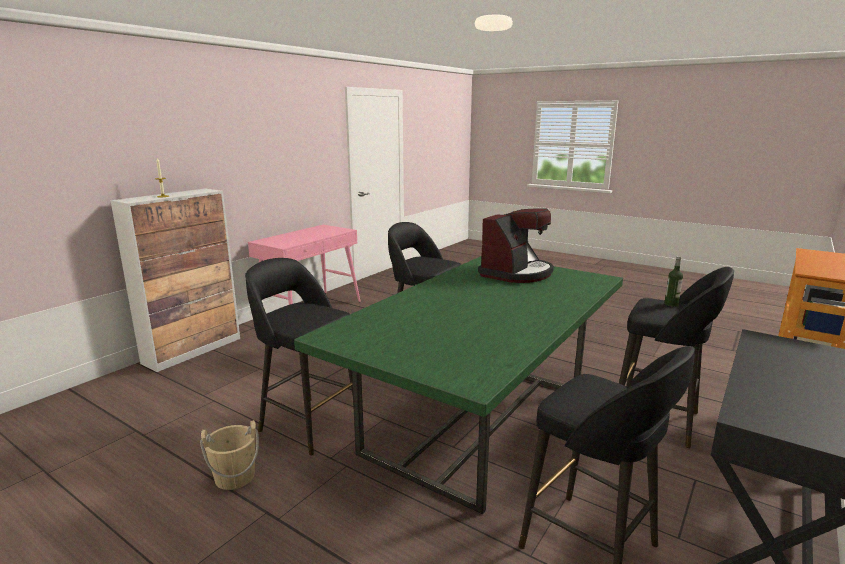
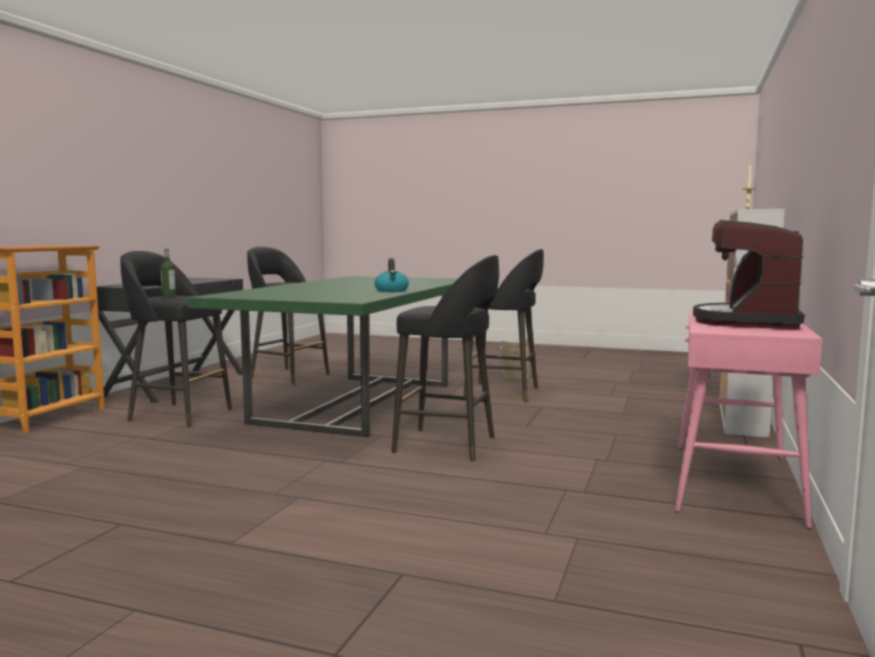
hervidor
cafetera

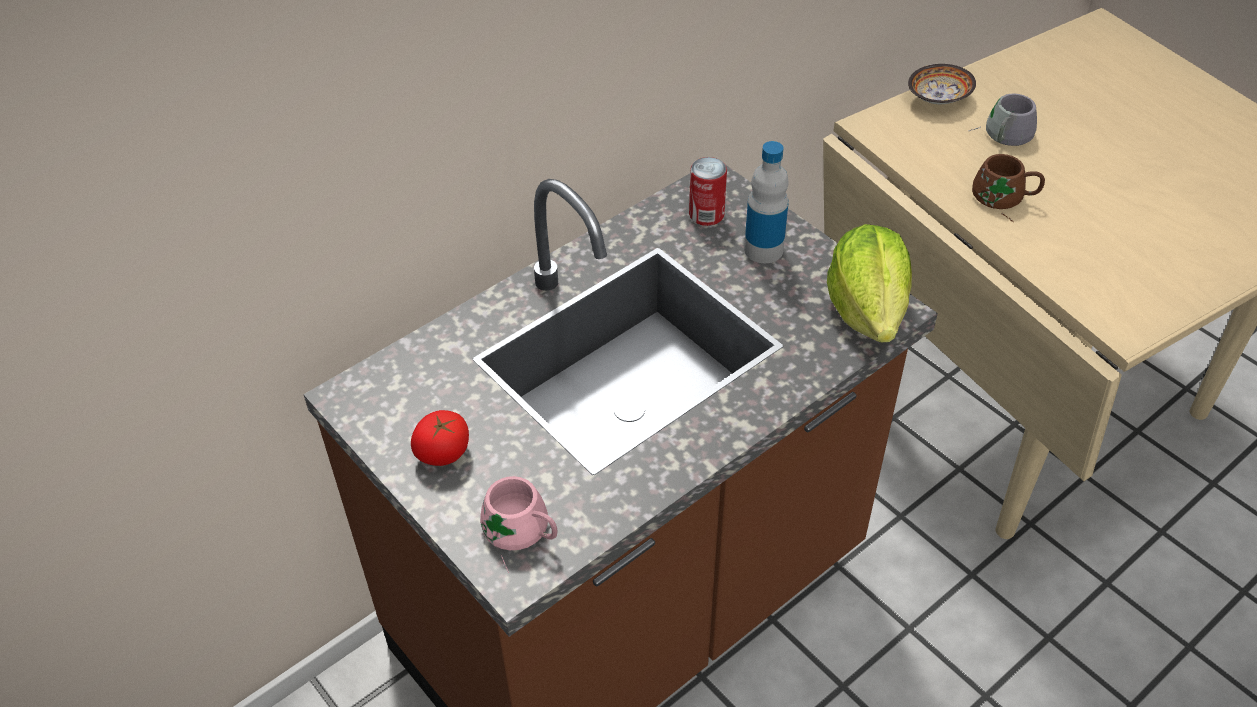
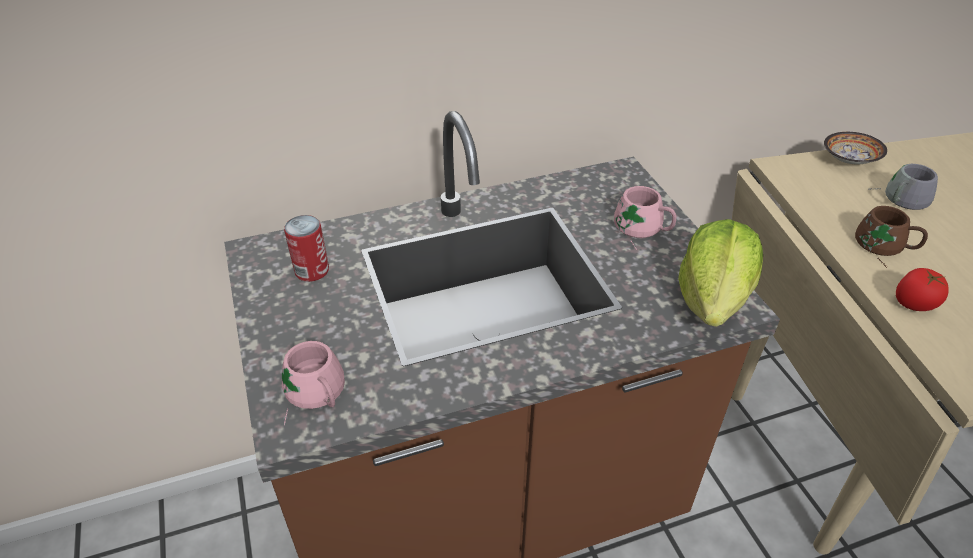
tomate
lata
taza grande [rosa] (2nd from left)

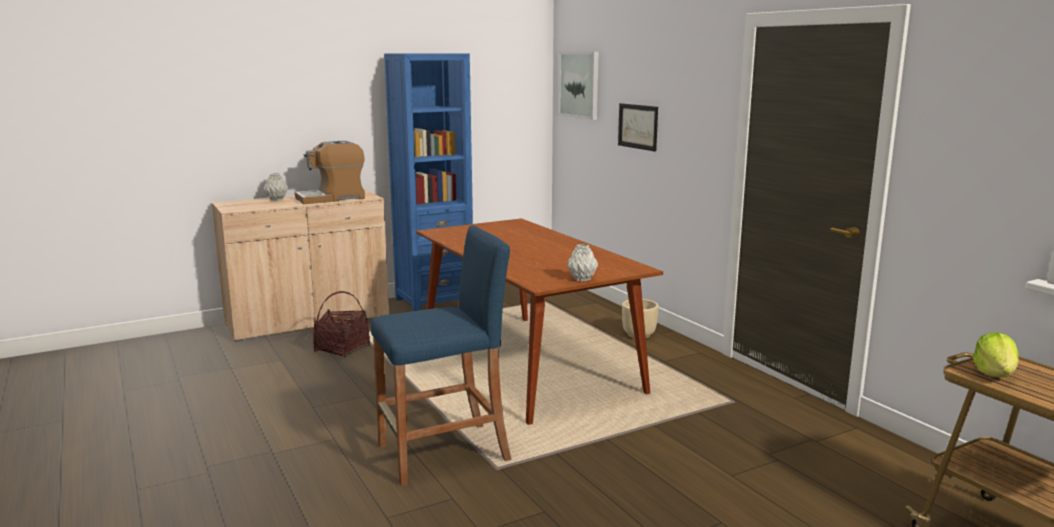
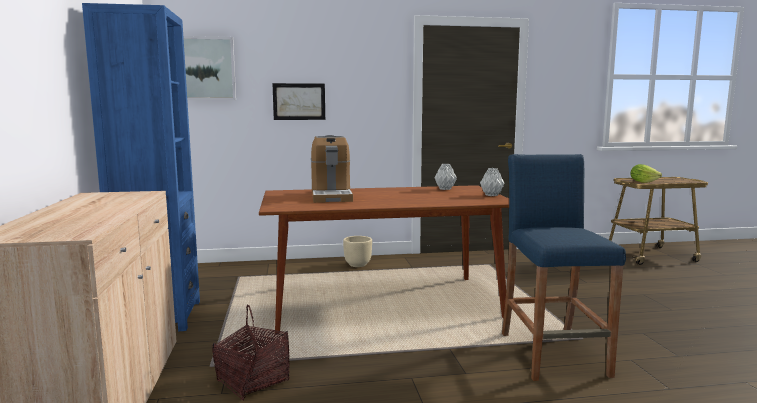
florero [gris] (1st from left)
cafetera

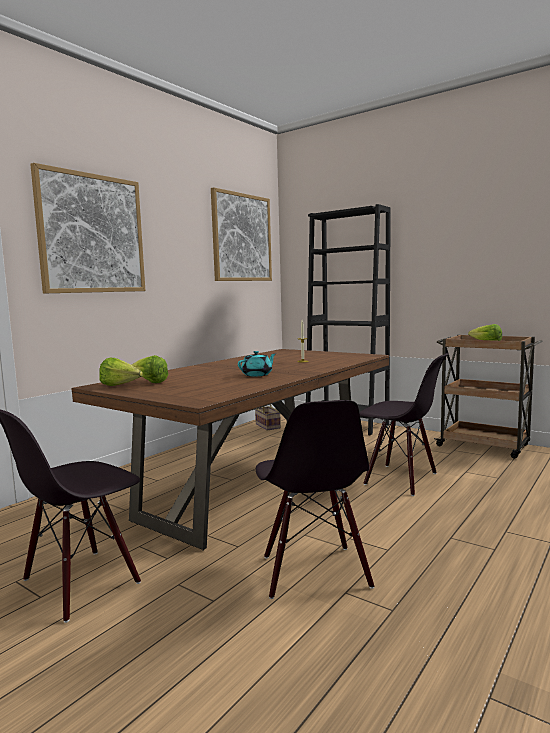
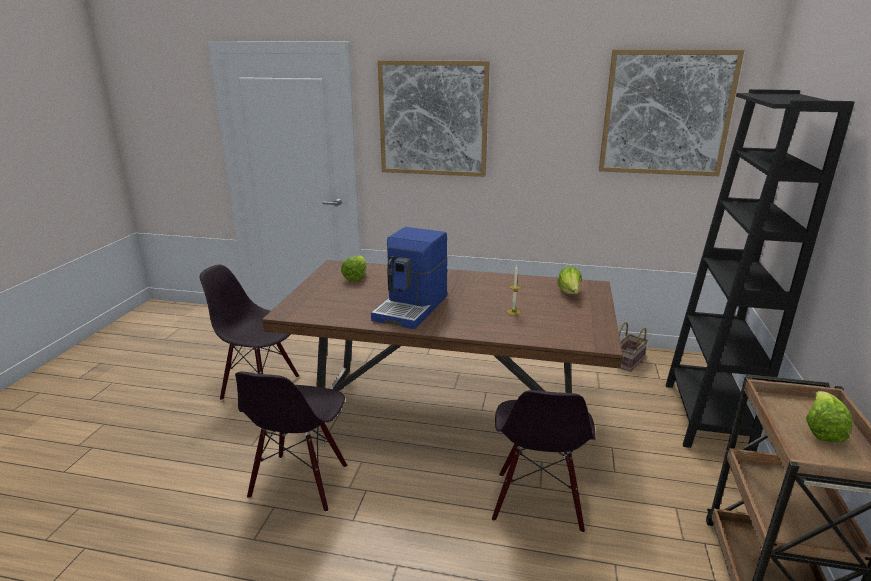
lechuga (2nd from left)
cafetera
silla [negro] (2nd from left)

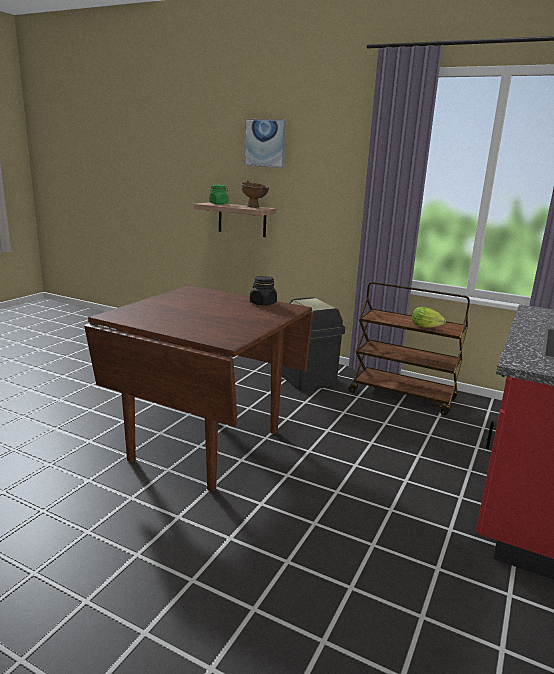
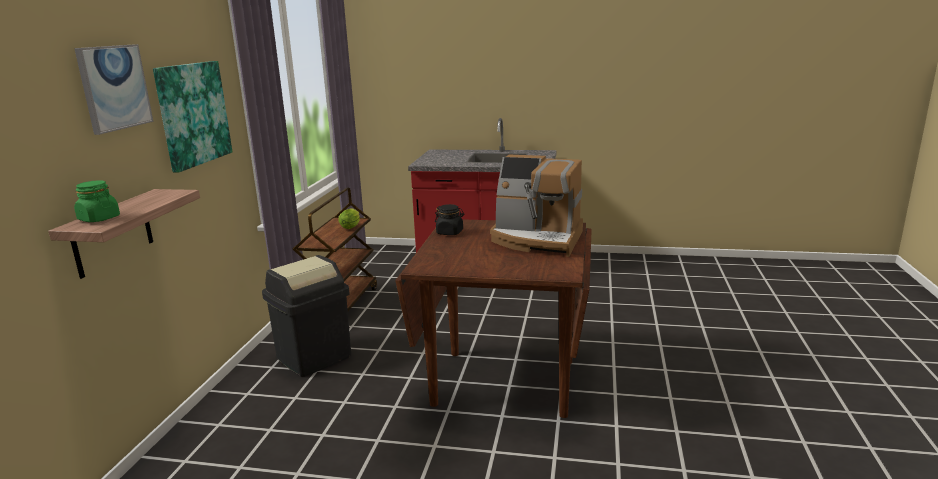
cuenco [marrón]
cuadro (2nd from left)
cafetera

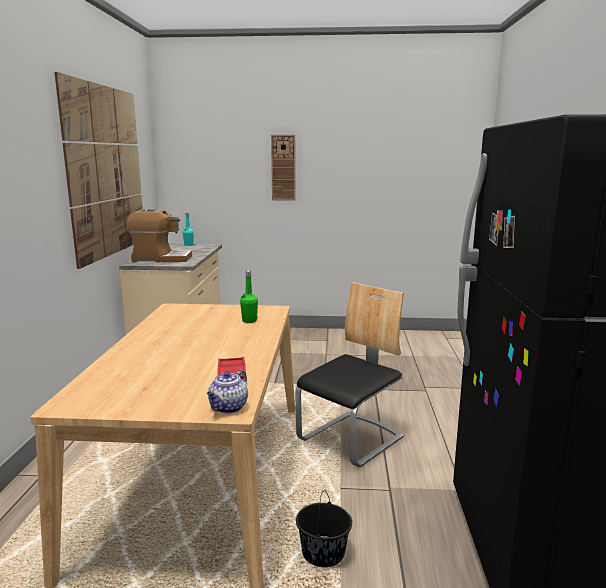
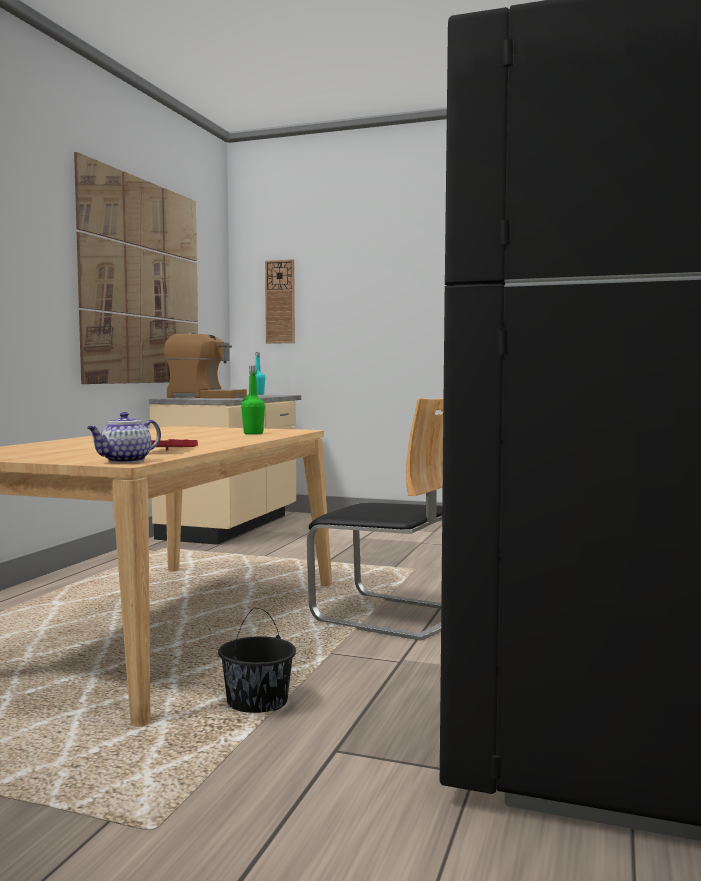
reloj de pared
silla

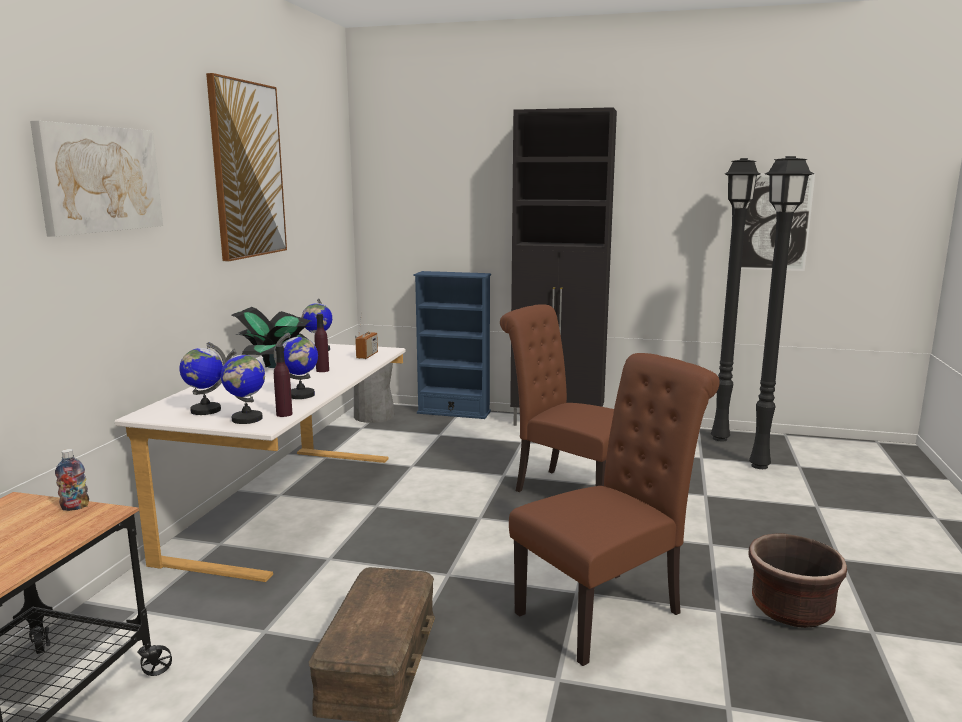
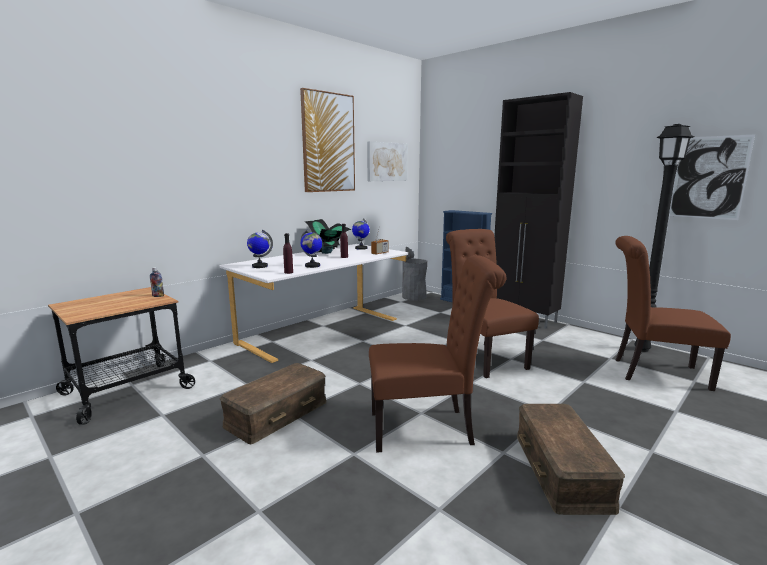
globo terráqueo (2nd from left in the first image)
cuadro (2nd from left)
silla [marrón] (3rd from left)
caja de almacenaje [marrón] (2nd from left)

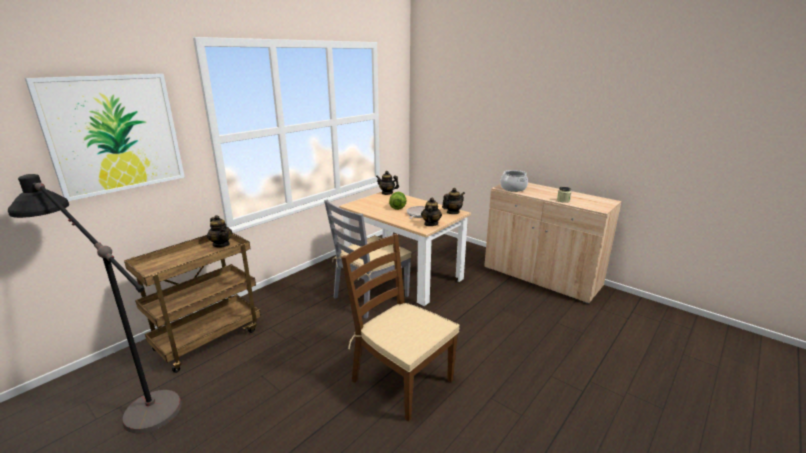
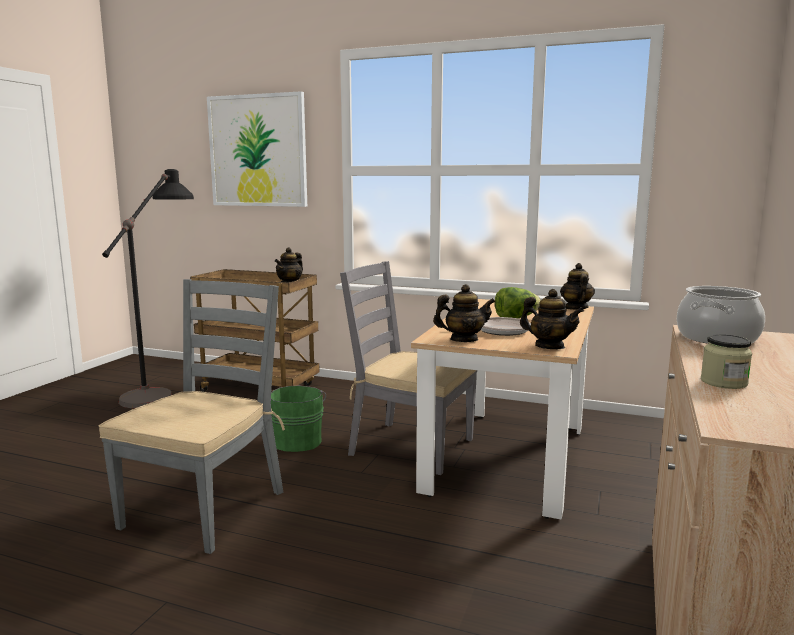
cubo [verde]
silla [gris] (1st from left)

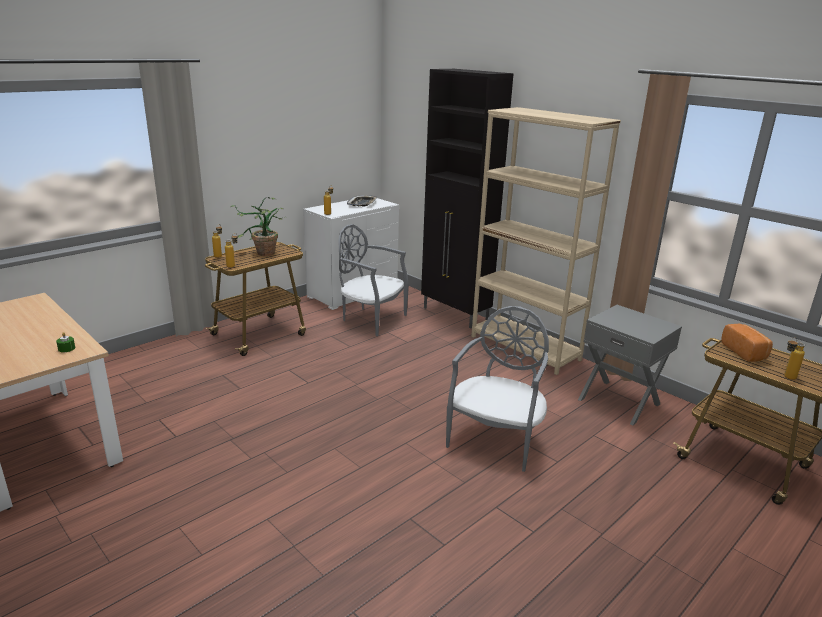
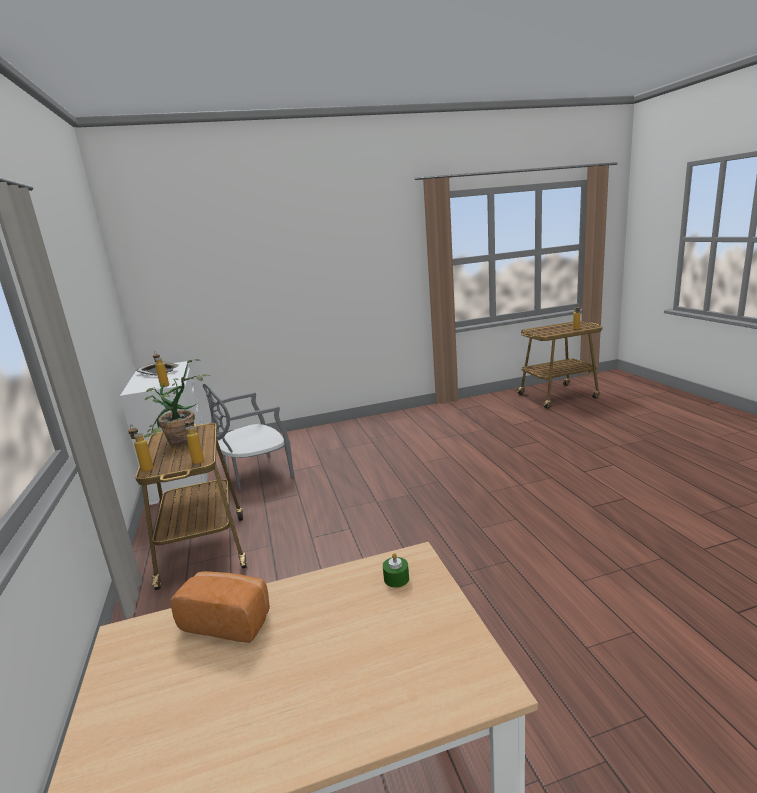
armario [negro]
silla [gris] (2nd from left in the first image)
estantería [beis]
mesita de noche [gris]
pan

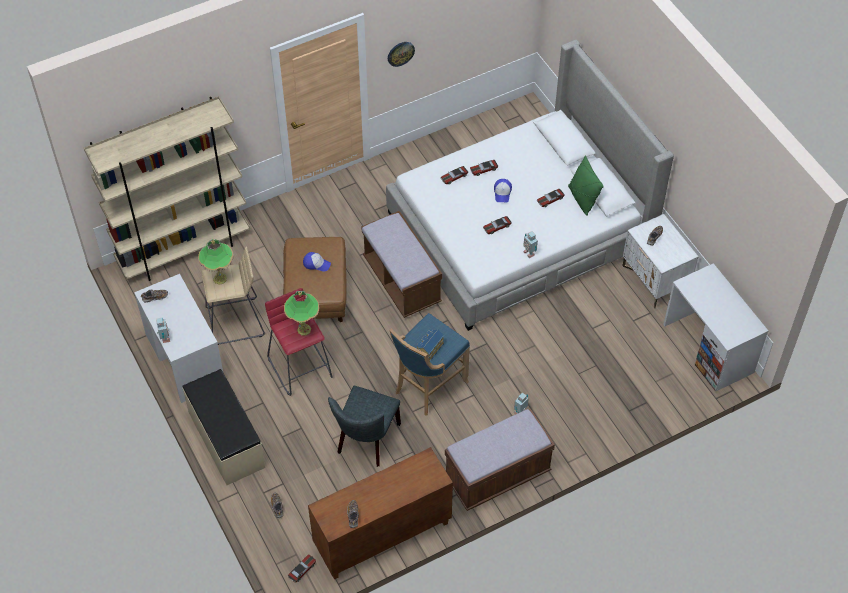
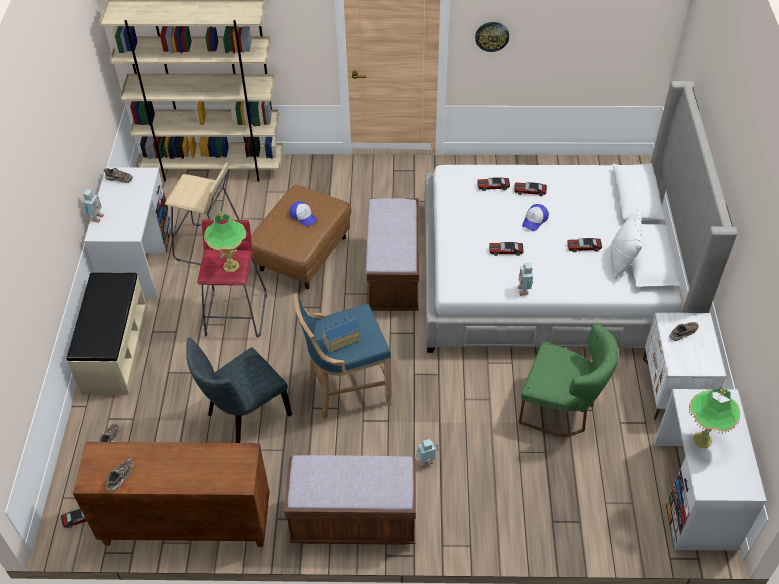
silla [verde]
lámpara de mesa (2nd from left)
cojín [blanco]

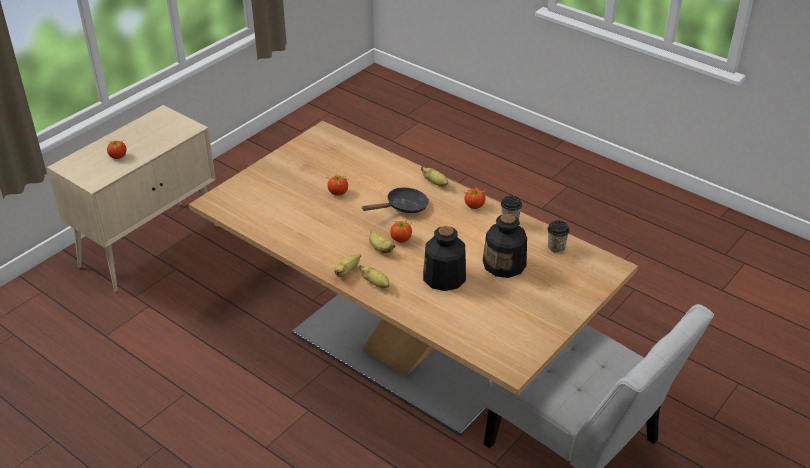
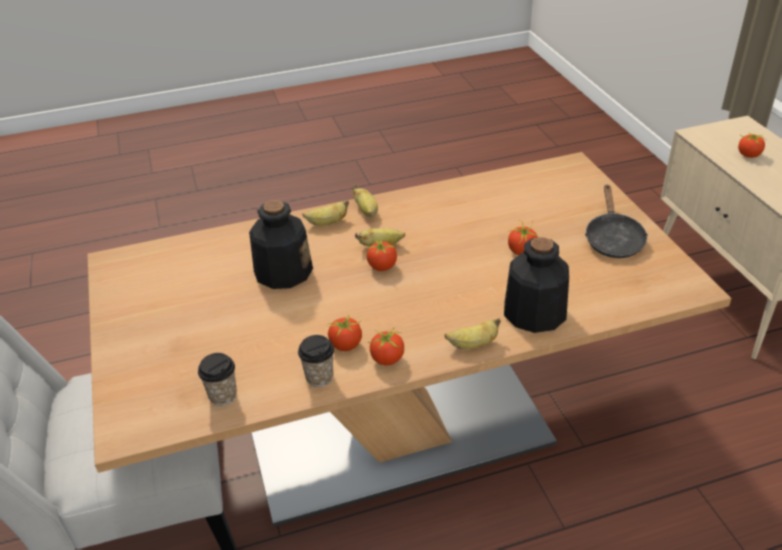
tomate (1st from left)
sartén [negro]
botella (2nd from left)

